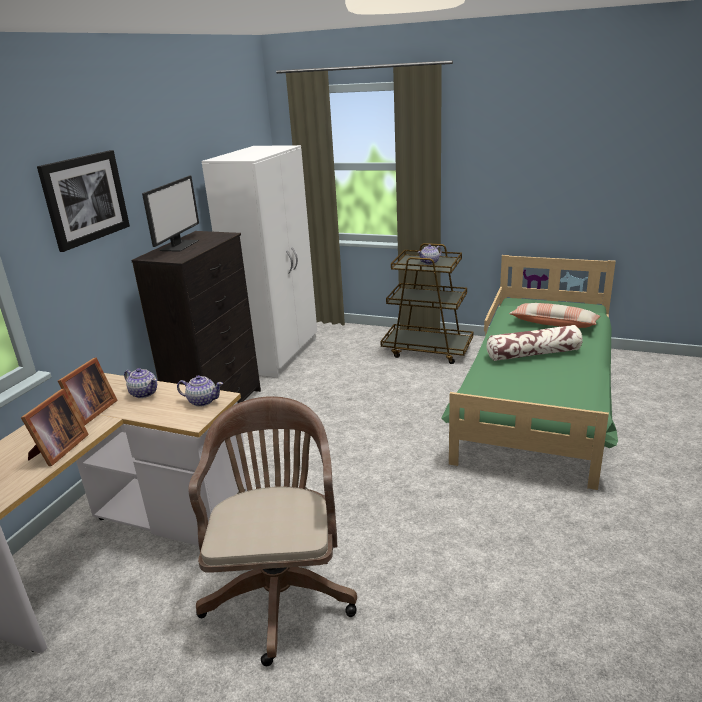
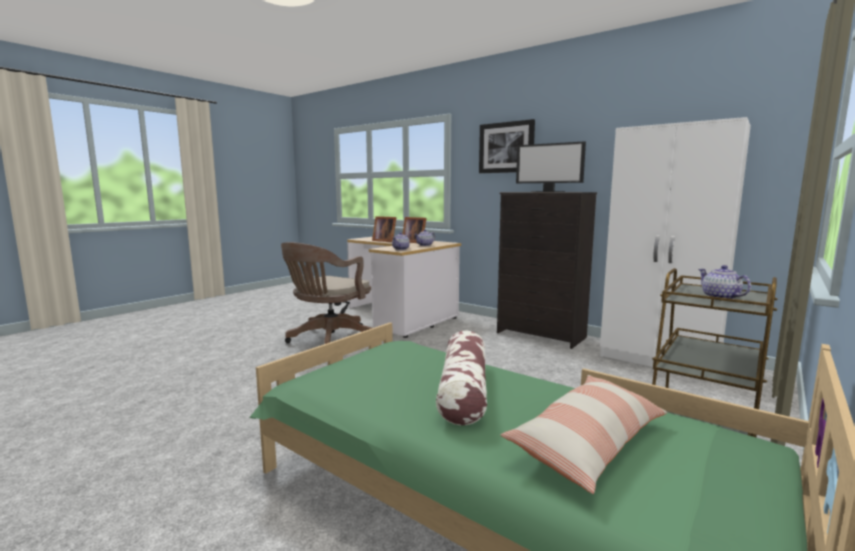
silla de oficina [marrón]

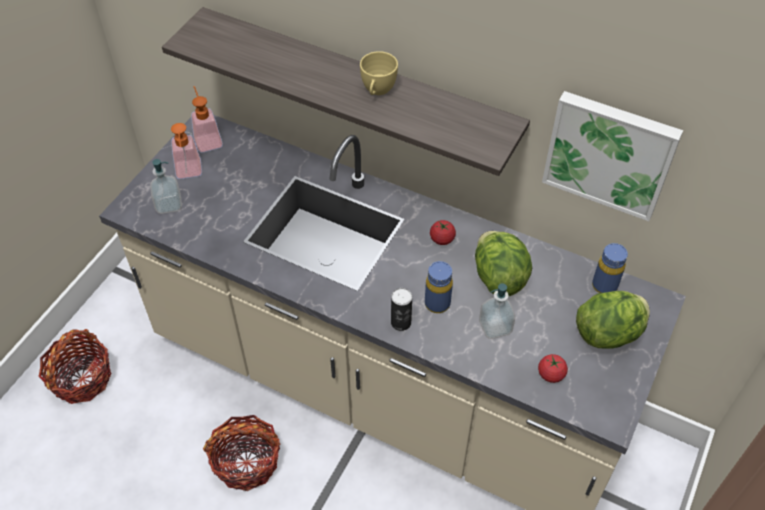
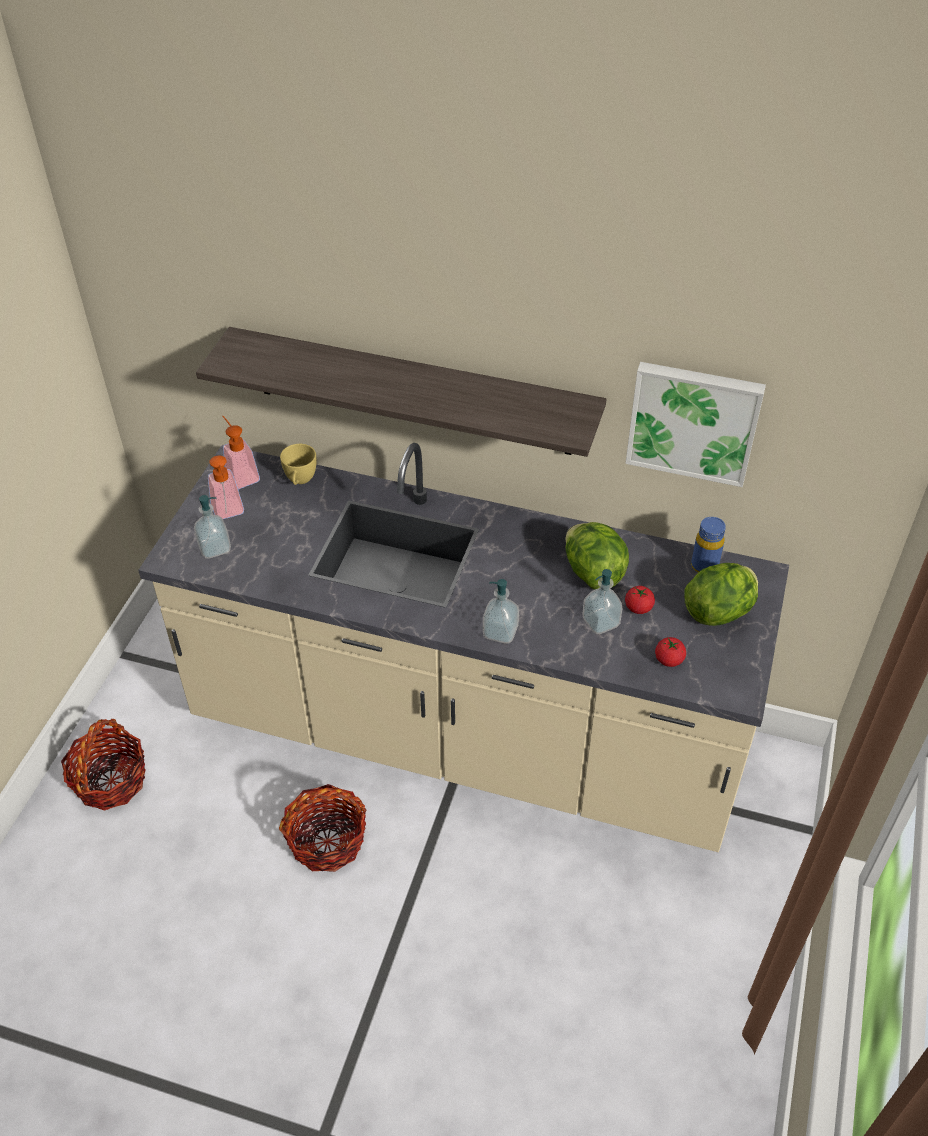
botella [azul] (1st from left in the first image)
taza [amarillo]
tomate (1st from left)
dispensador de jabón (4th from left)

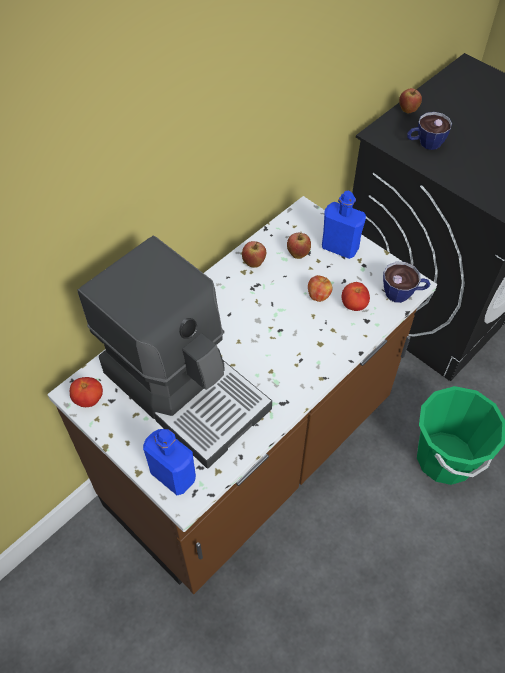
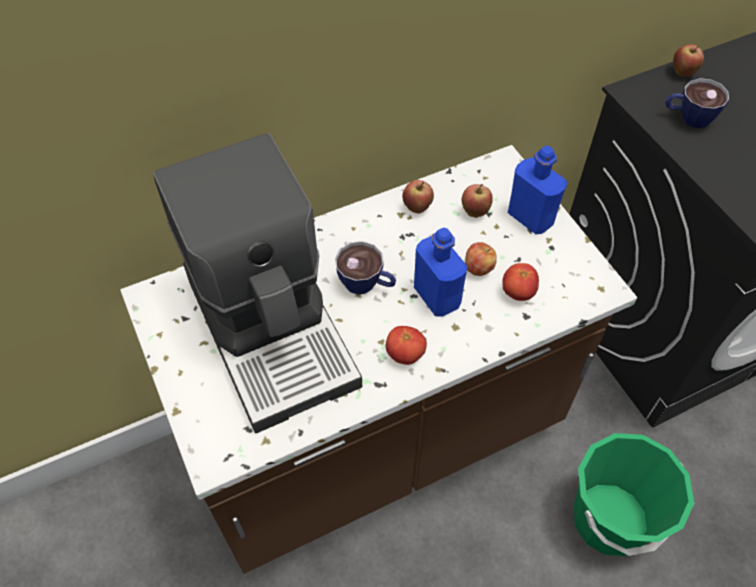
tomate (1st from left)
botella [azul] (1st from left)
taza (1st from left)

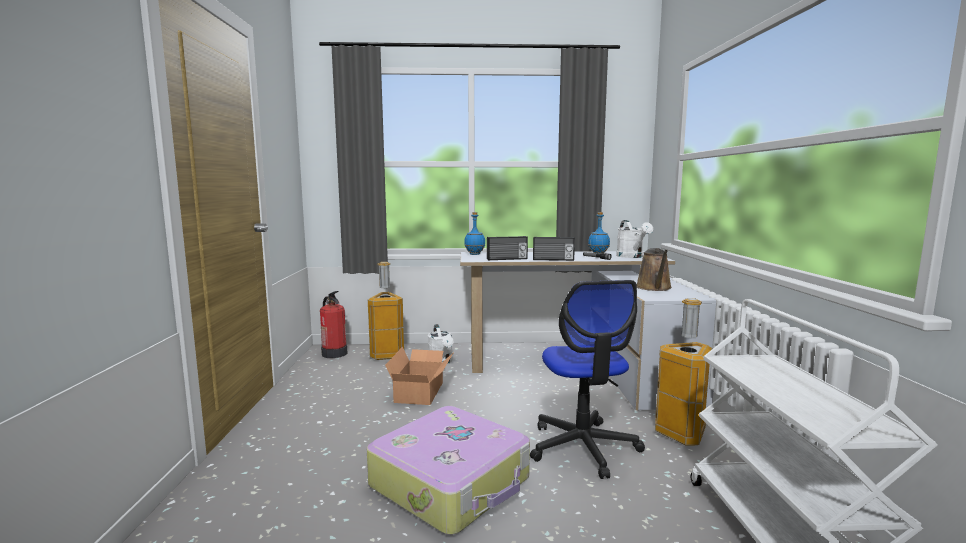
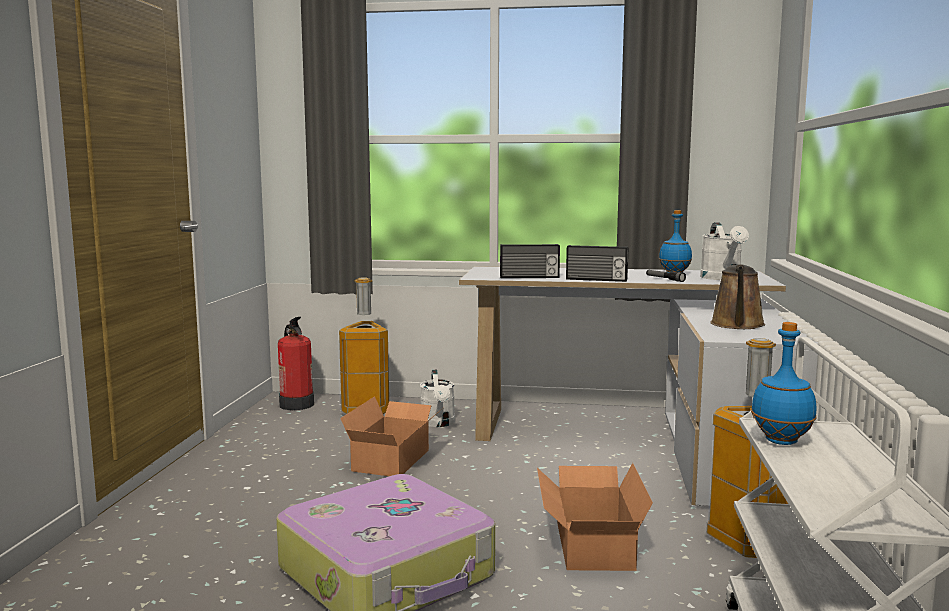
botella [azul] (2nd from left)
caja de cartón (2nd from left)

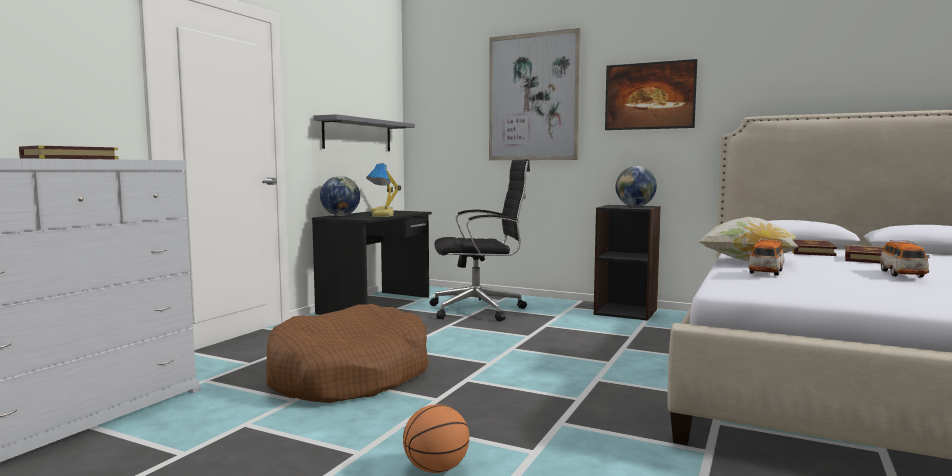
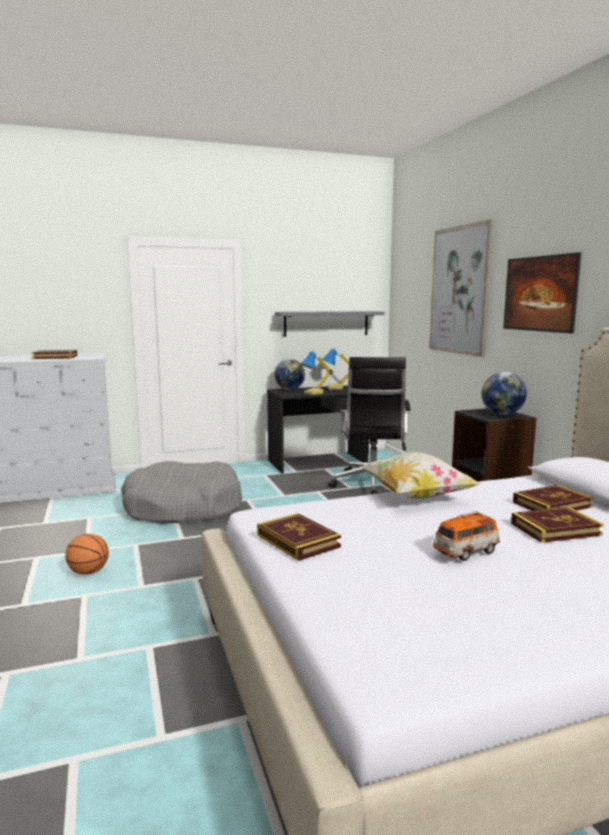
coche de juguete (1st from left in the first image)
libro (2nd from left)
cama para perro [gris]
silla de oficina [negro]

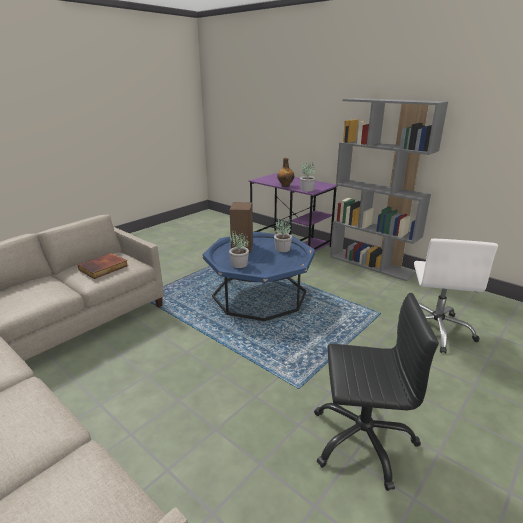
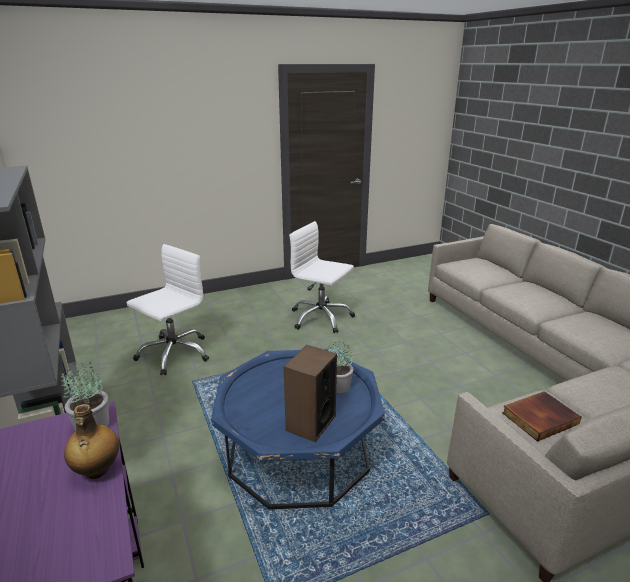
planta en maceta (2nd from left in the first image)
silla de oficina [blanco] (2nd from left)

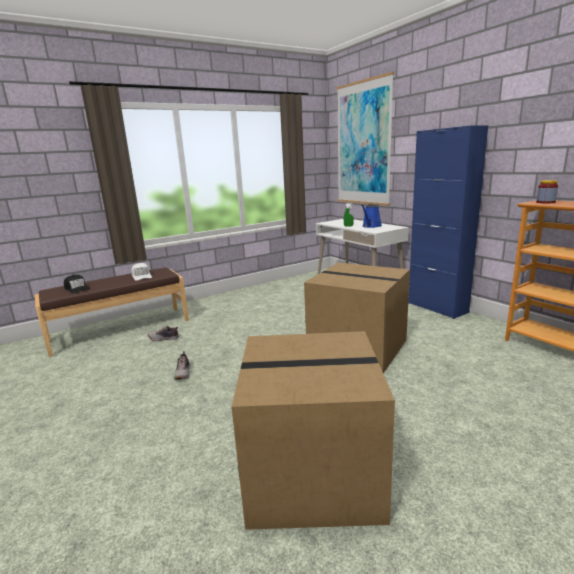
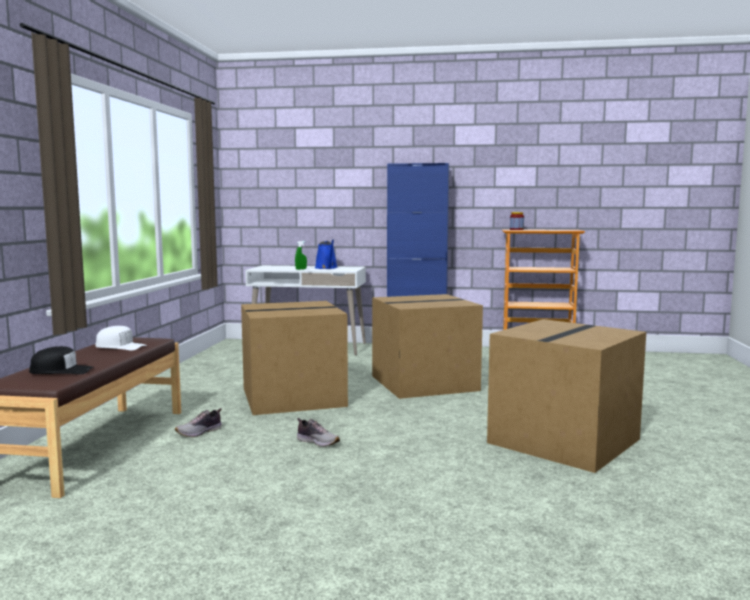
cuadro
caja de cartón (1st from left)

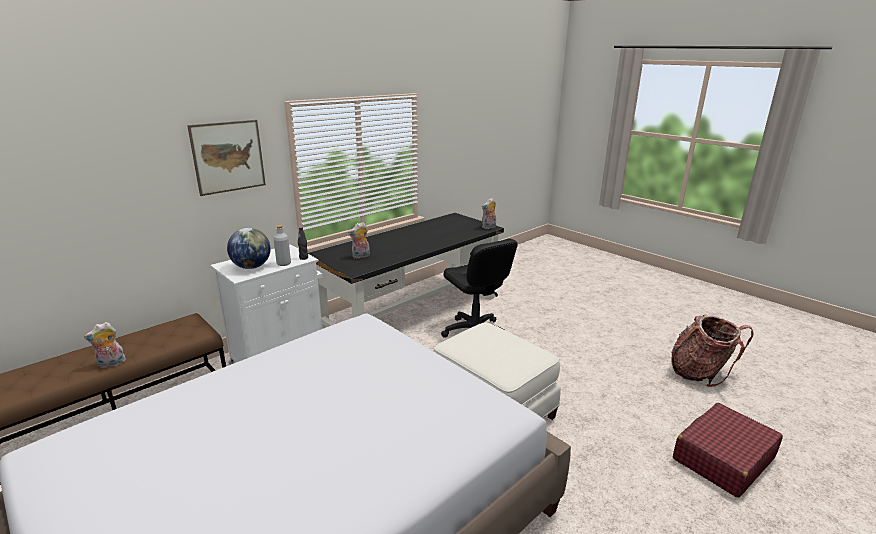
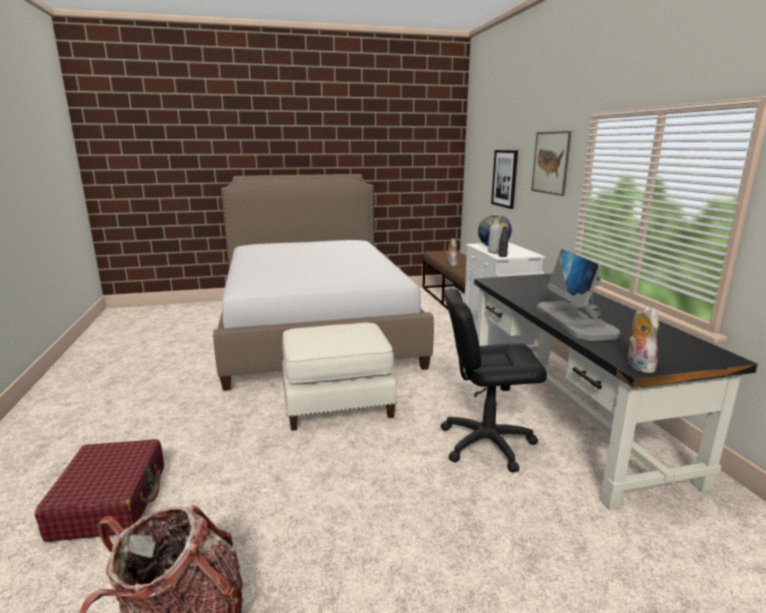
peluche (2nd from left in the first image)
cuadro (1st from left)
monitor

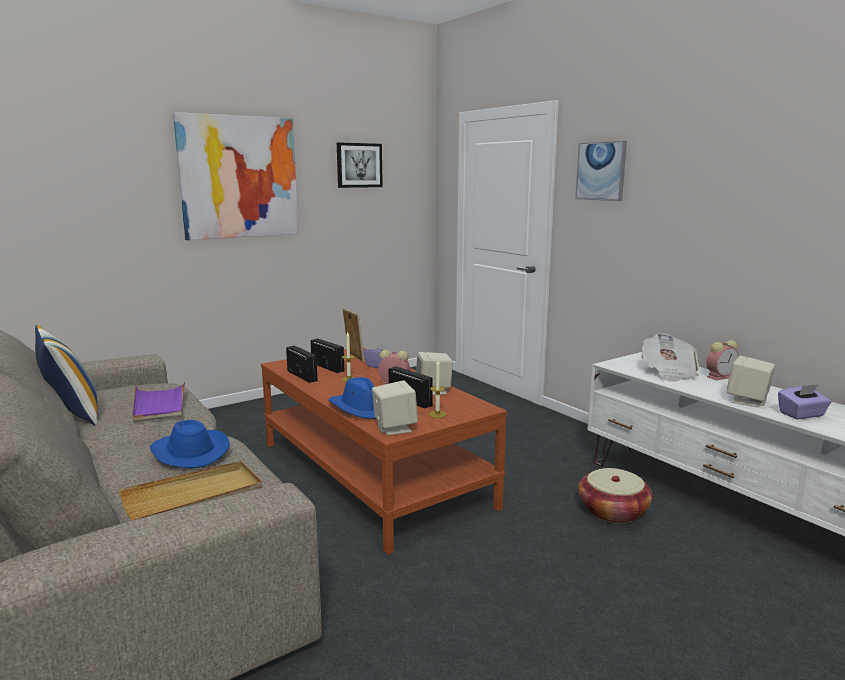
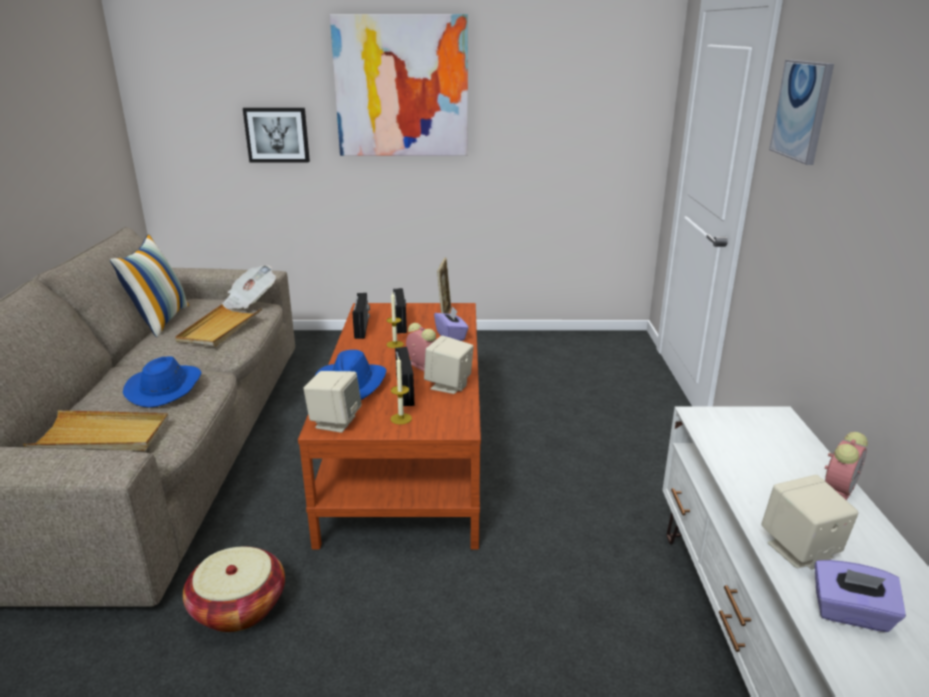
cuadro (1st from left)
cesta
periódico
bandeja [beis] (2nd from left)
despertador (2nd from left)

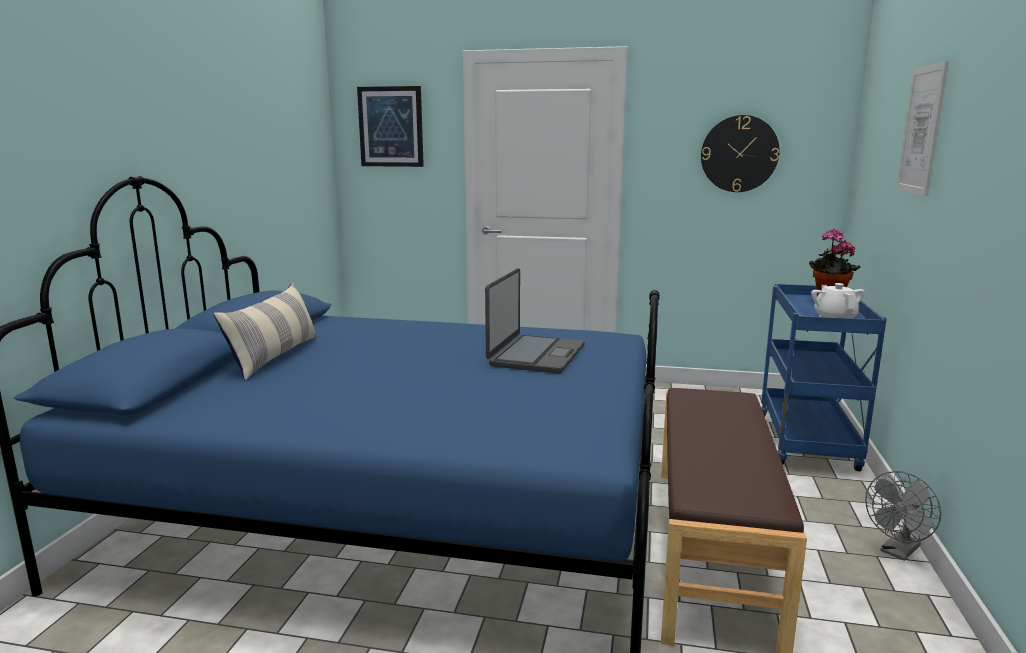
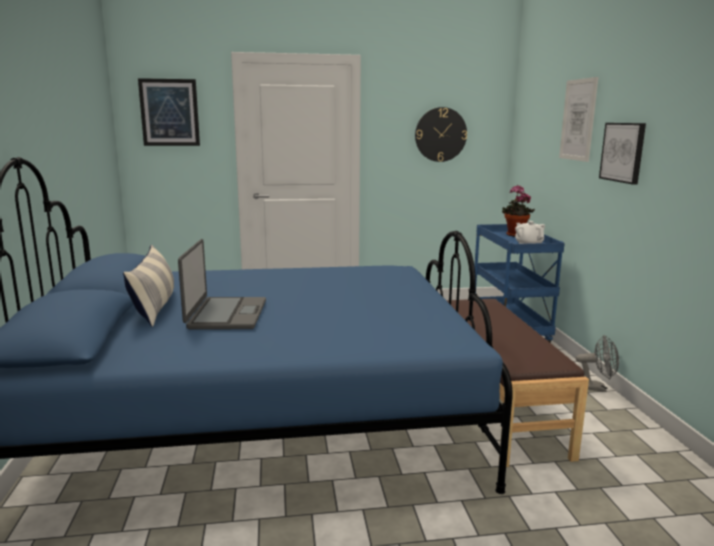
cuadro (3rd from left)
portátil
ventilador [gris]

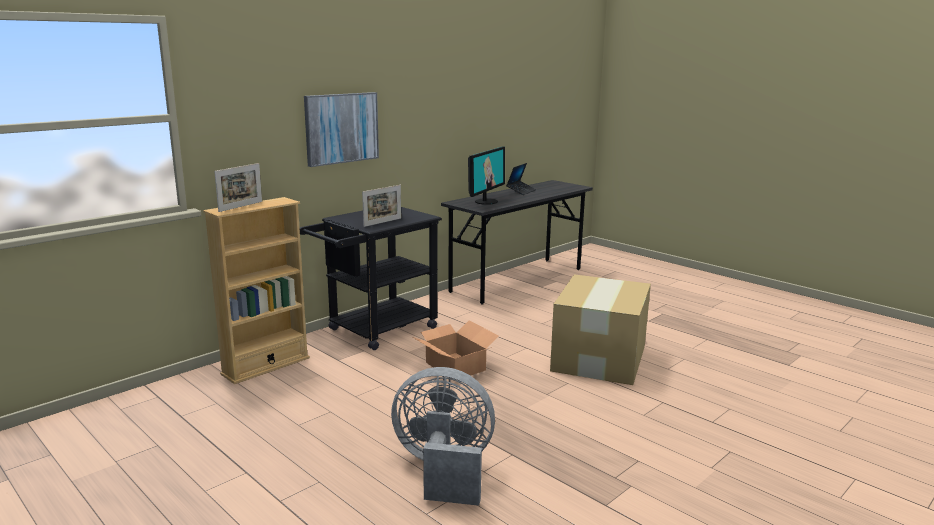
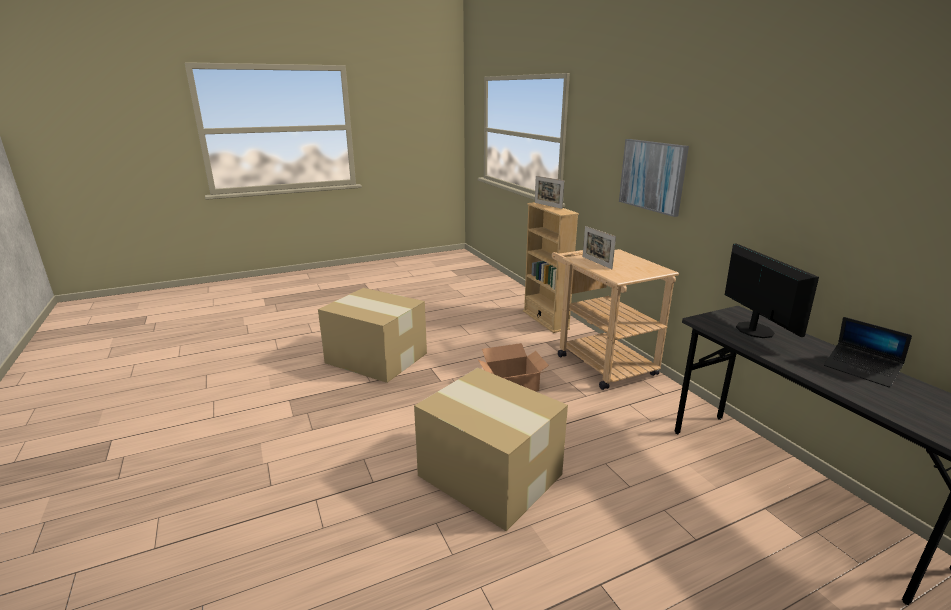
caja de cartón (1st from left)
carrito [beis]
monitor

